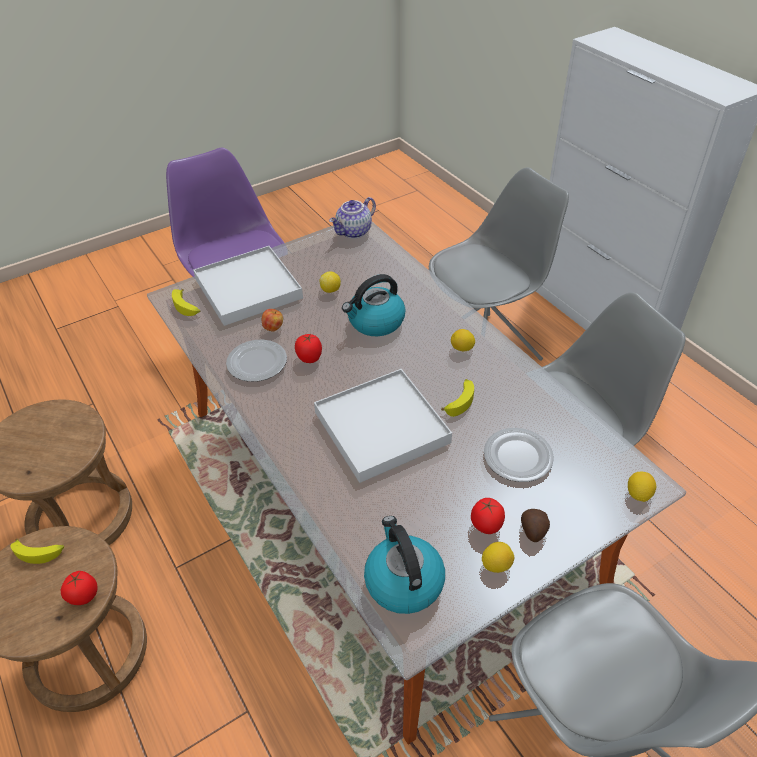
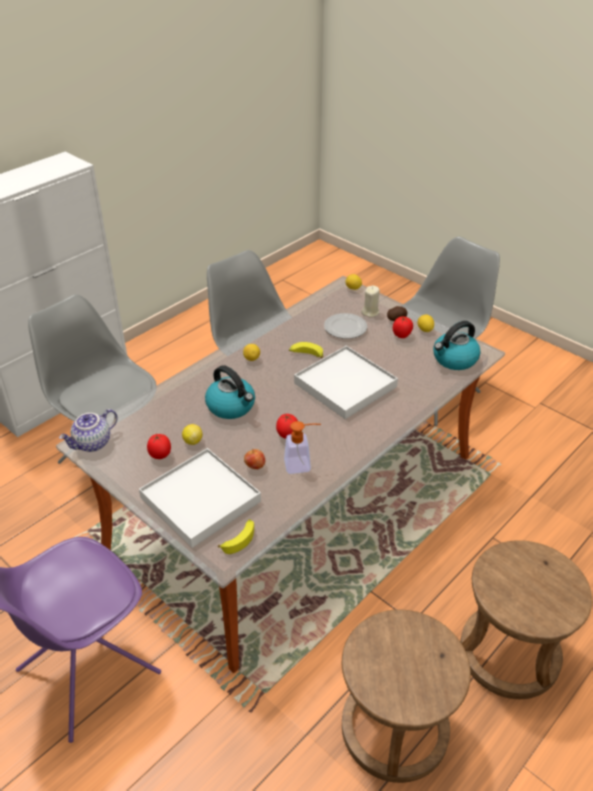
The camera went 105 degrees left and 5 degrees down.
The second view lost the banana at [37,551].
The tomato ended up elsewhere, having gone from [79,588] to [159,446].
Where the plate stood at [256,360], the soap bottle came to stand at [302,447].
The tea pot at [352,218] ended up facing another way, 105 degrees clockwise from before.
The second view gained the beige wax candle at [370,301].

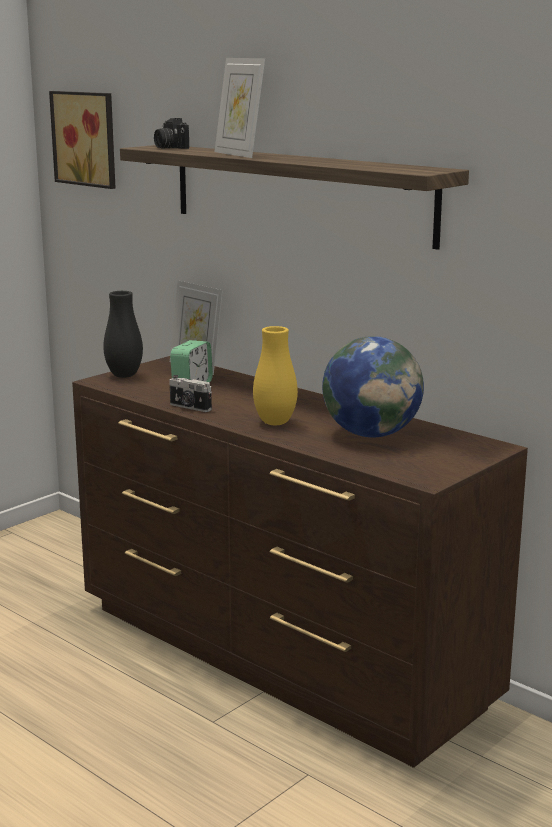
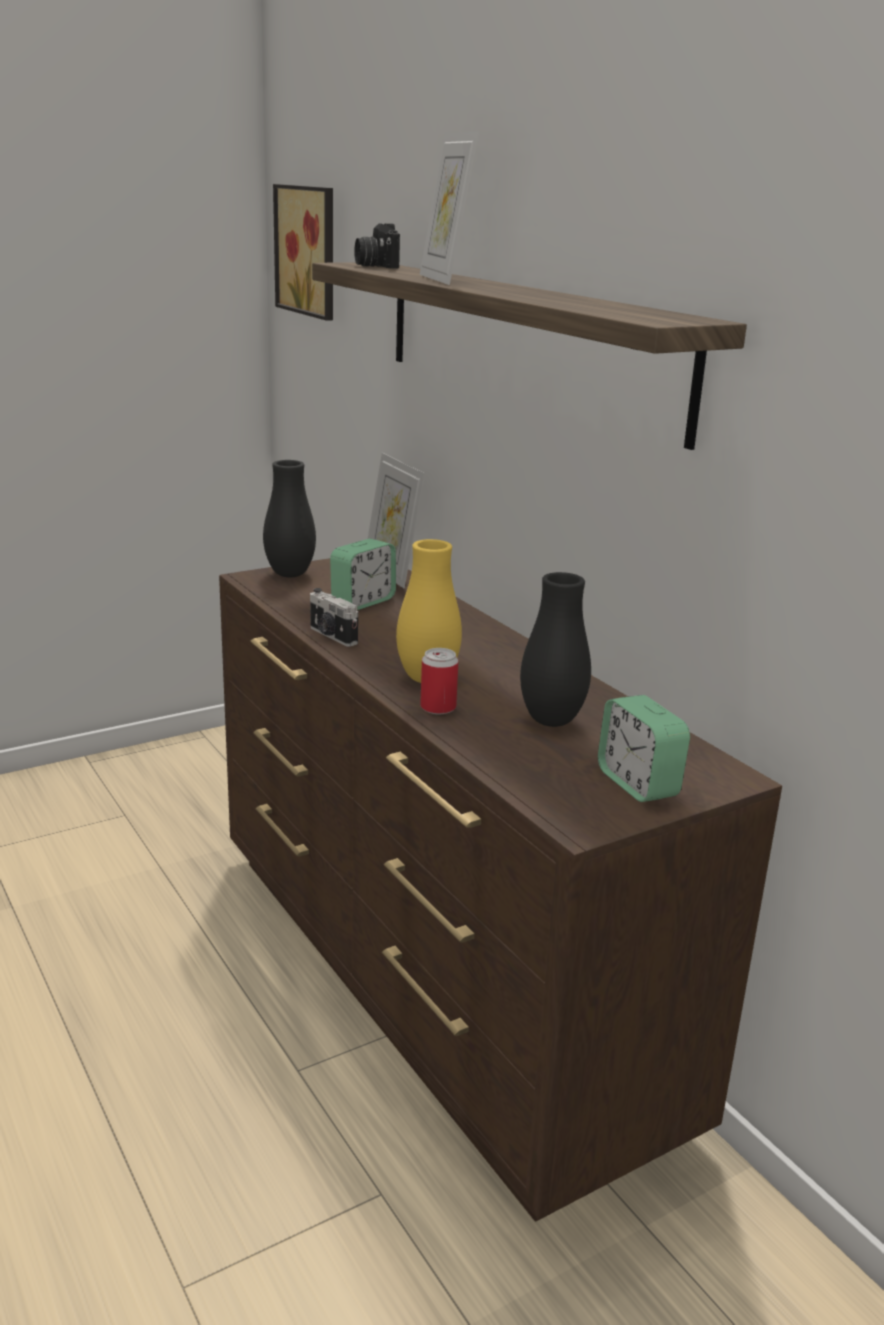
The camera went 15 degrees right and 5 degrees up.
Where the world globe stood at [373,386], the black flower vase came to stand at [555,649].
The second view gained the sealed can at [439,681].
The second view gained the table clock at [644,748].

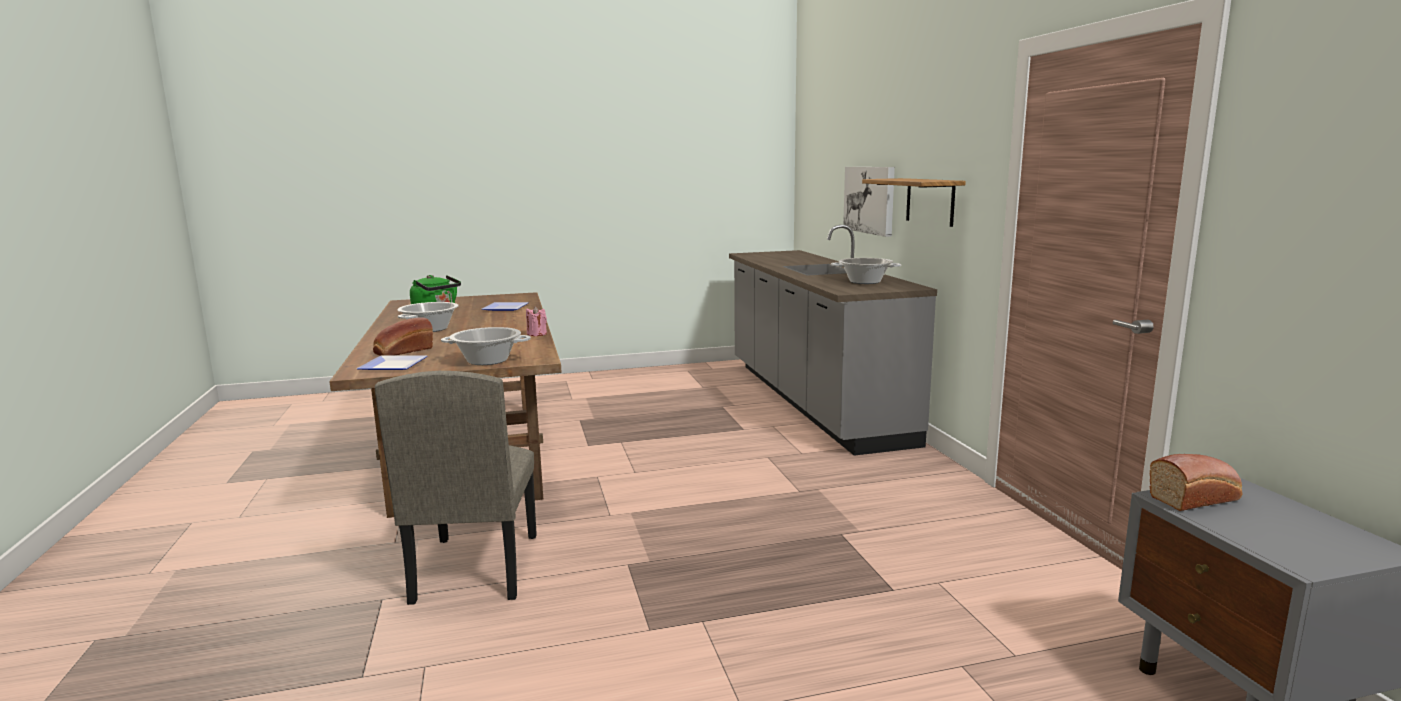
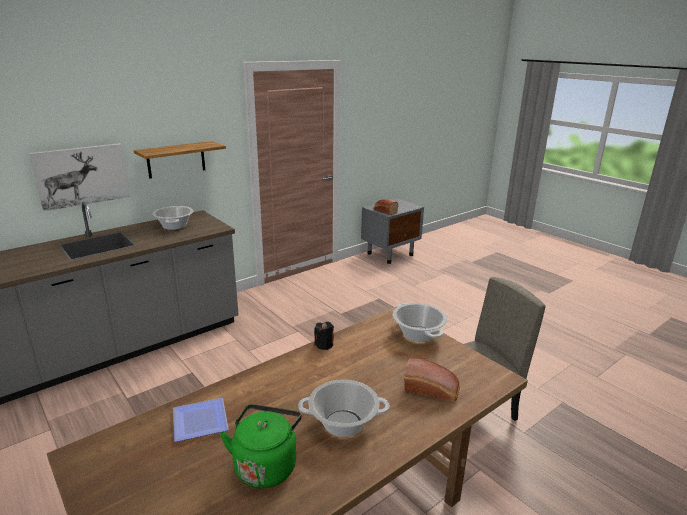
The camera went 115 degrees left and 10 degrees up.
The second view lost the plate at [392,363].
What was the pinkish wax candle at [536,321] turned into the black wax candle at [324,336].

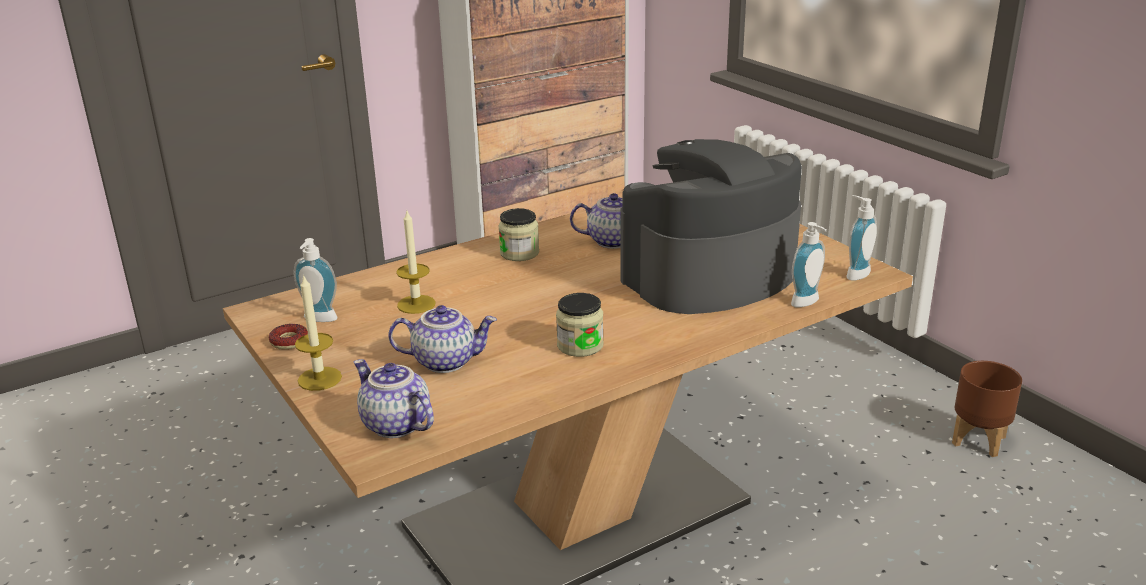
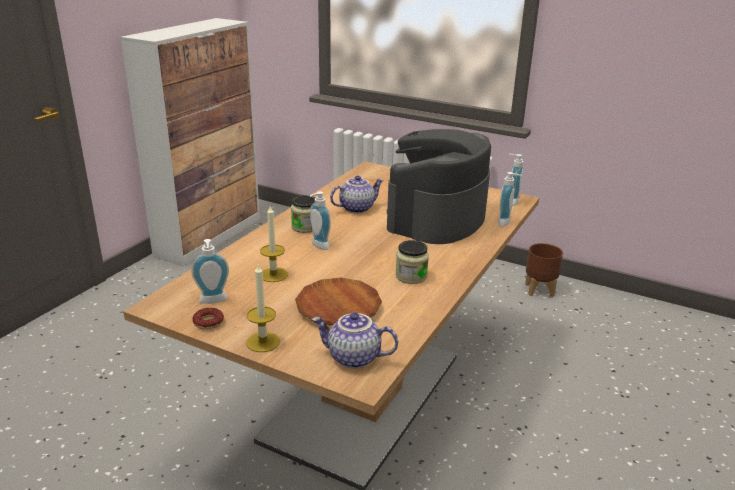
The camera went 30 degrees left and 0 degrees up.
Where the tea pot stood at [442,339], the brownish plate came to stand at [338,302].
The second view gained the soap bottle at [320,220].

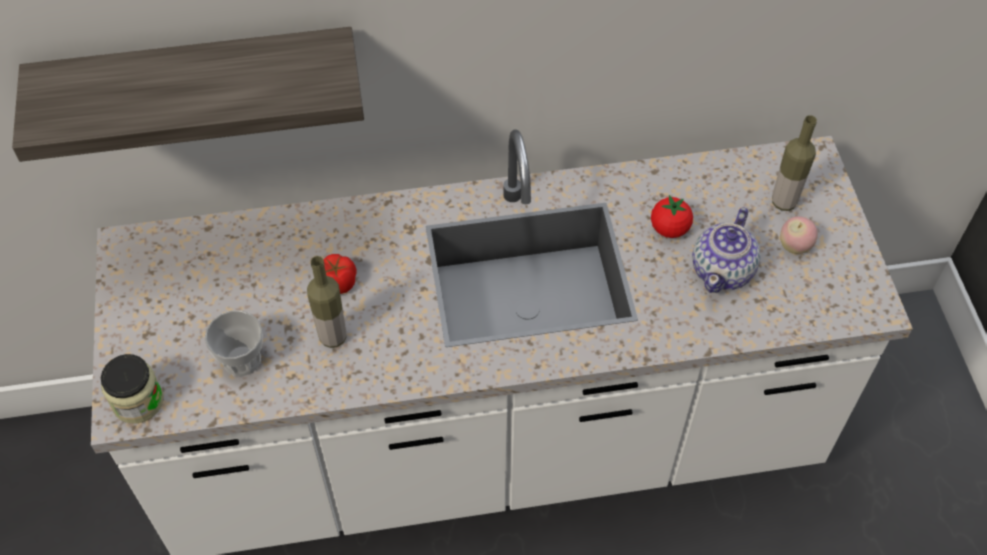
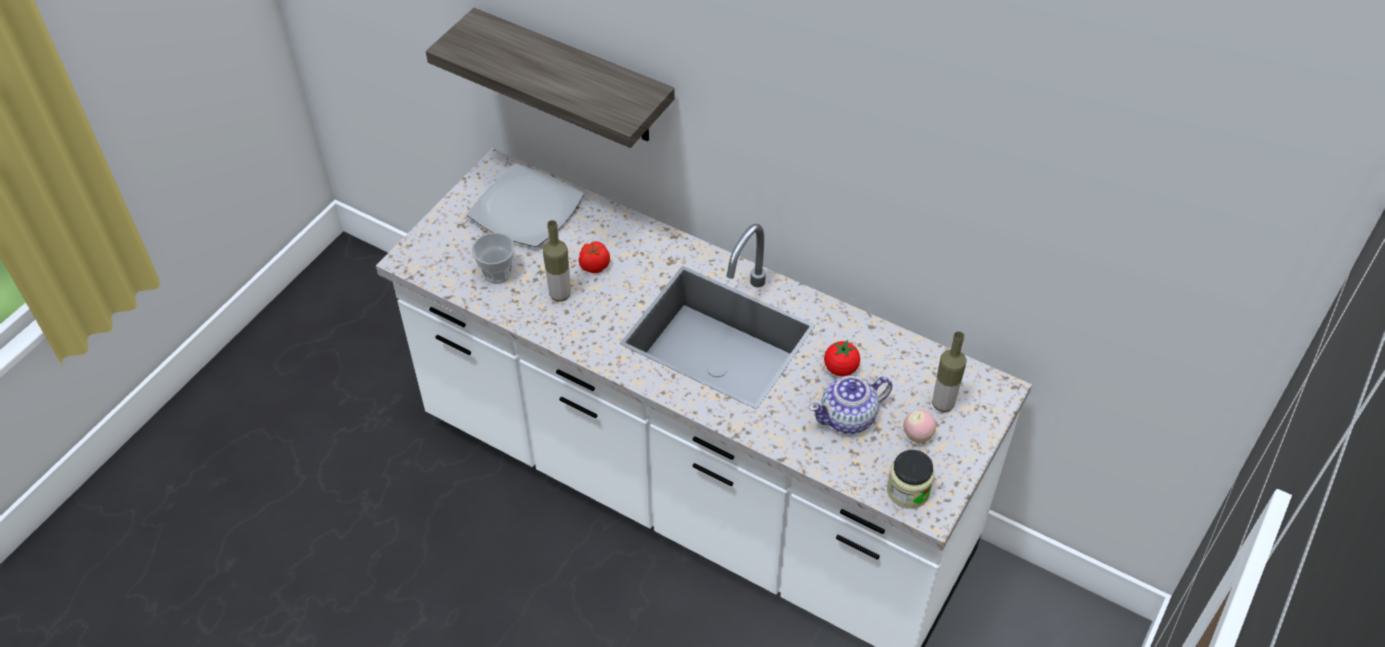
The camera went 40 degrees right and 5 degrees down.
The preserve jar ended up elsewhere, having gone from [132,389] to [910,479].
The second view gained the plate at [525,205].

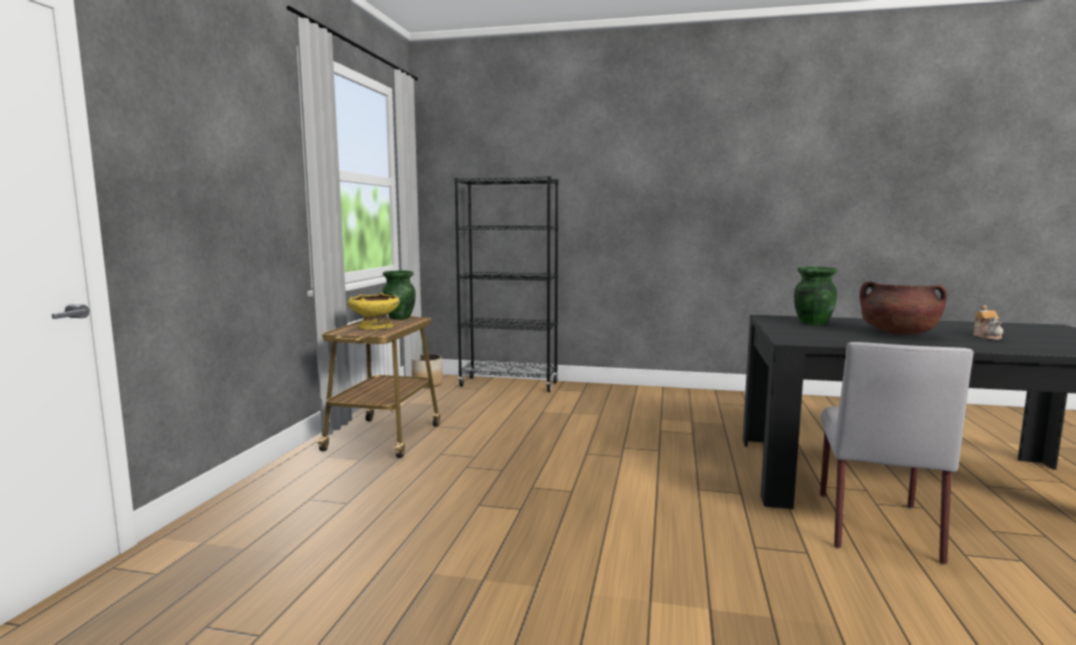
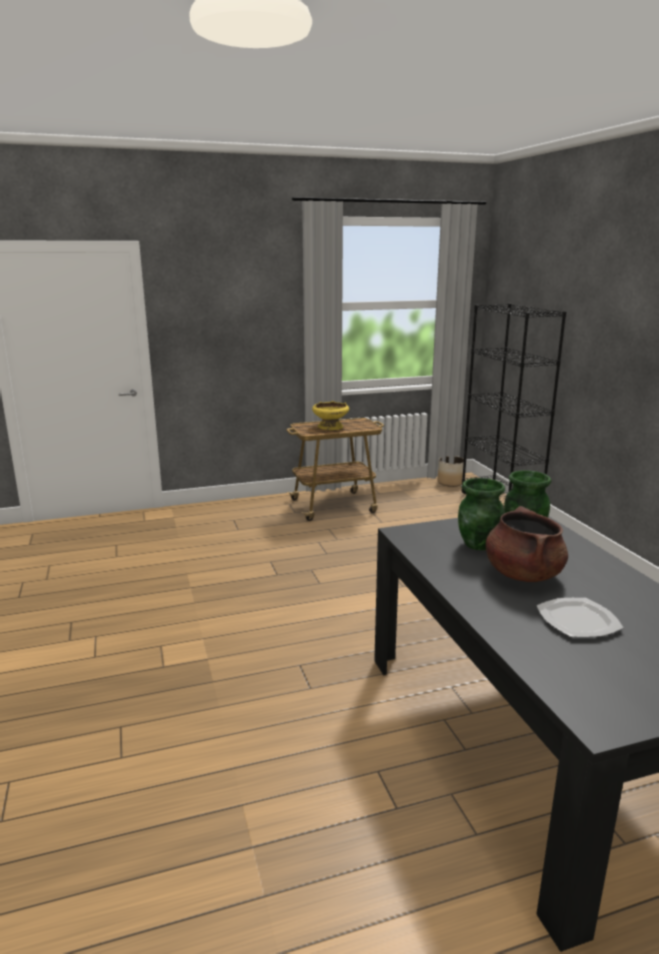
The camera went 60 degrees right and 10 degrees up.
The green flower vase ended up elsewhere, having gone from [399,295] to [481,514].
The second view lost the gray upright chair at [896,453].
Where the tea pot stood at [988,322], the plate came to stand at [580,617].

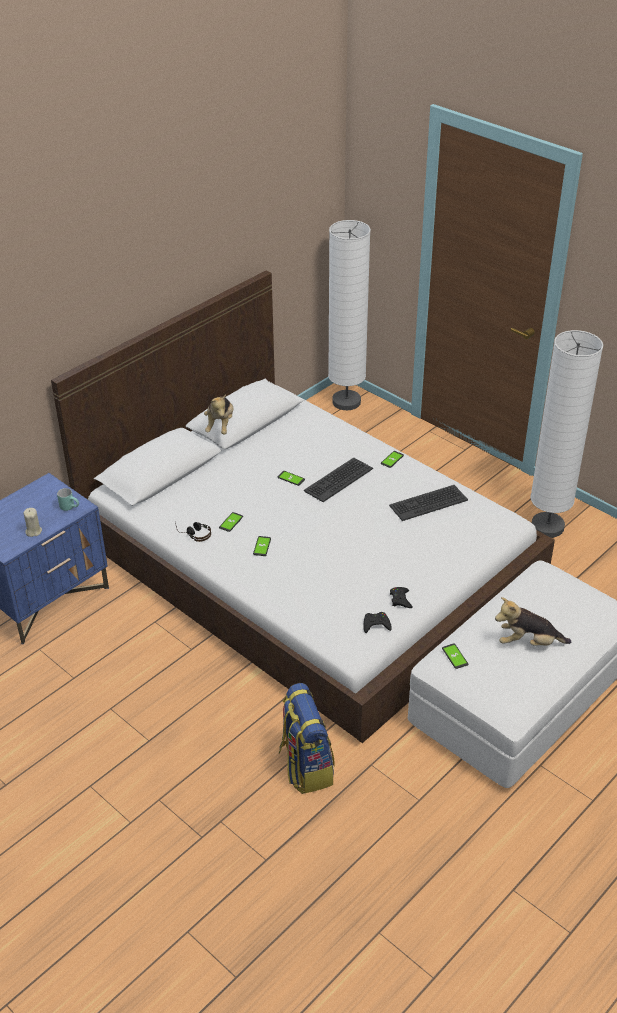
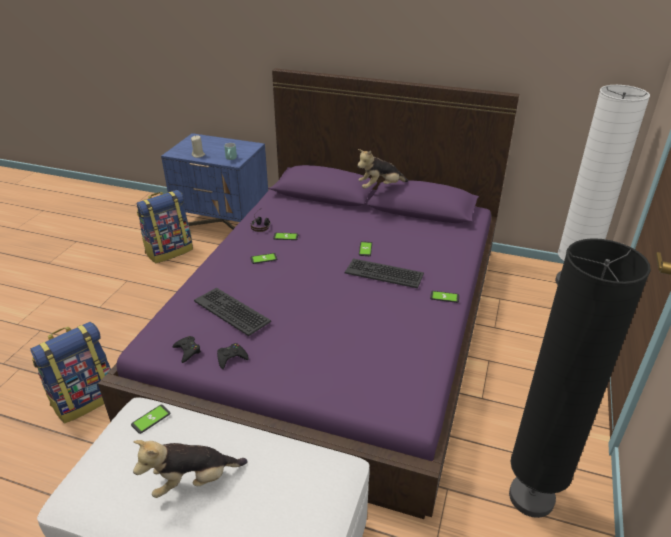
The camera went 65 degrees right and 5 degrees down.
What was the whitish bed at [303,506] turned into the purple bed at [308,293].
The keyboard ended up elsewhere, having gone from [428,503] to [232,312].
The plush toy at [533,621] ended up facing another way, 90 degrees counterclockwise from before.
What was the whitish standing lamp at [566,434] turned into the black standing lamp at [580,378].
The second view gained the rucksack at [165,226].

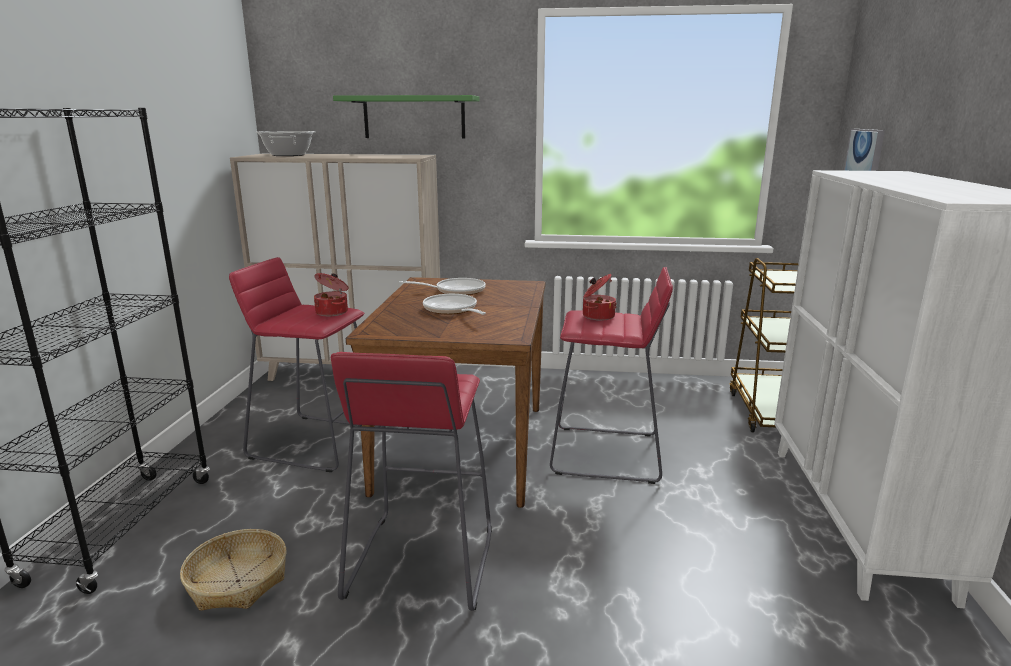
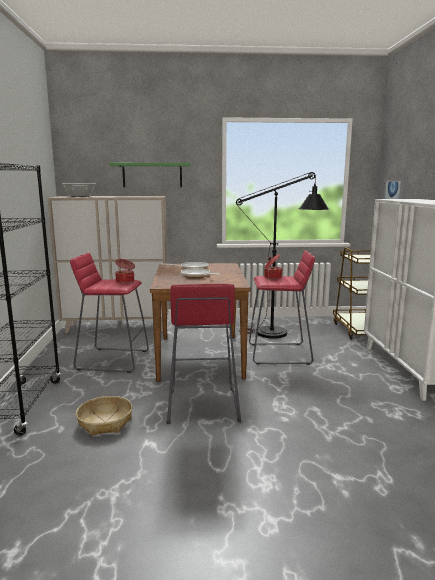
The camera went 10 degrees left and 5 degrees down.
The second view gained the black standing lamp at [282,255].

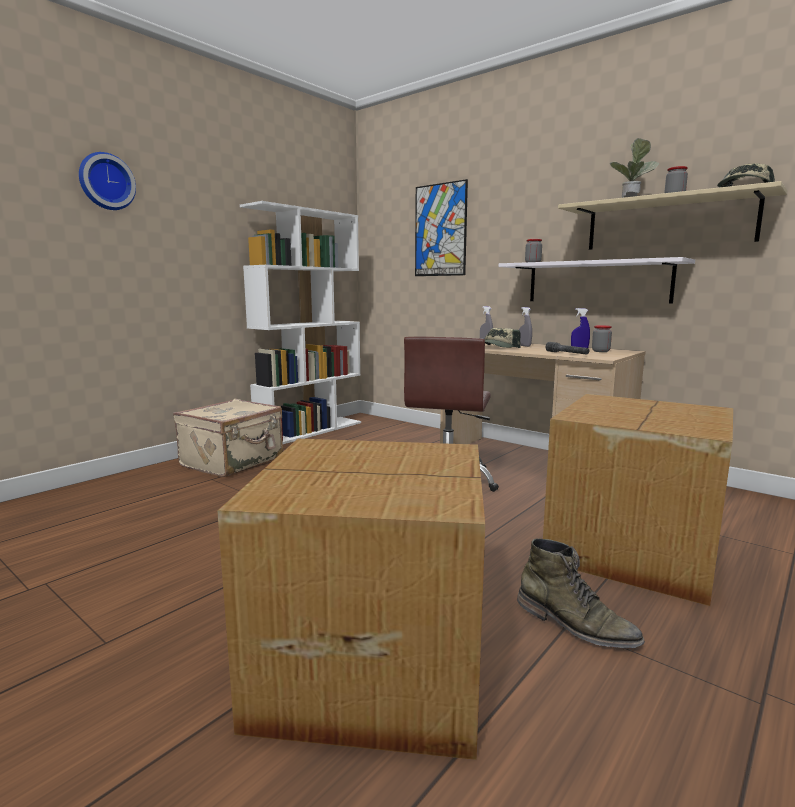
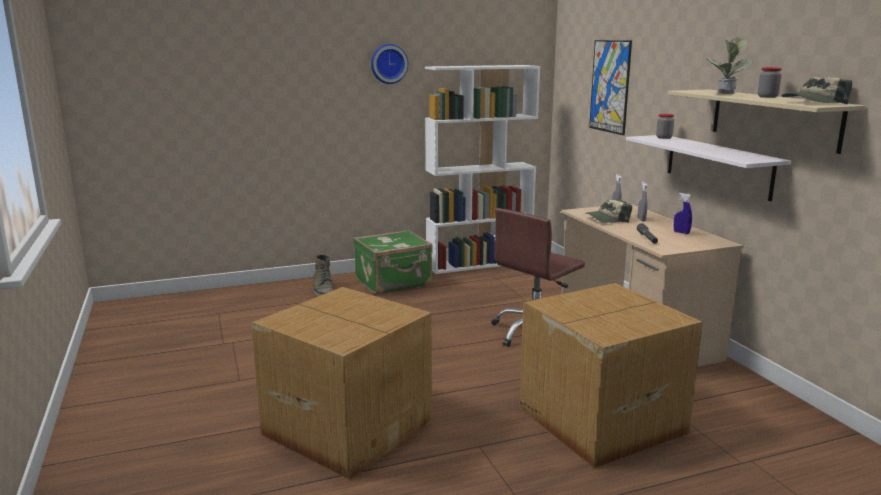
The camera went 30 degrees right and 5 degrees up.
The clock on the wall ended up elsewhere, having gone from [107,181] to [389,64].
What was the beige suitcase at [228,438] turned into the green suitcase at [393,262].
The green boot ended up elsewhere, having gone from [581,593] to [323,275].
The second view lost the preserve jar at [602,338].

